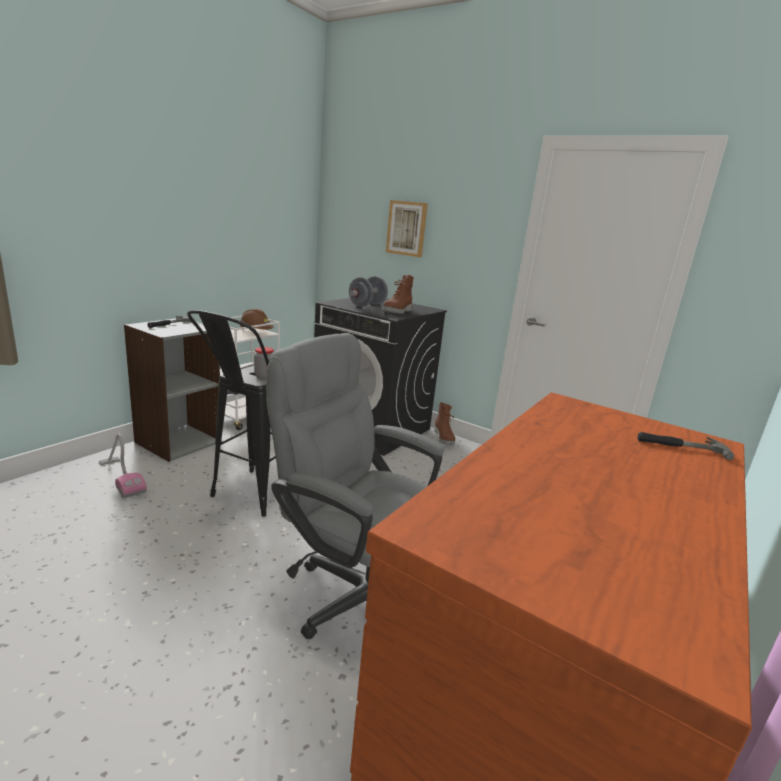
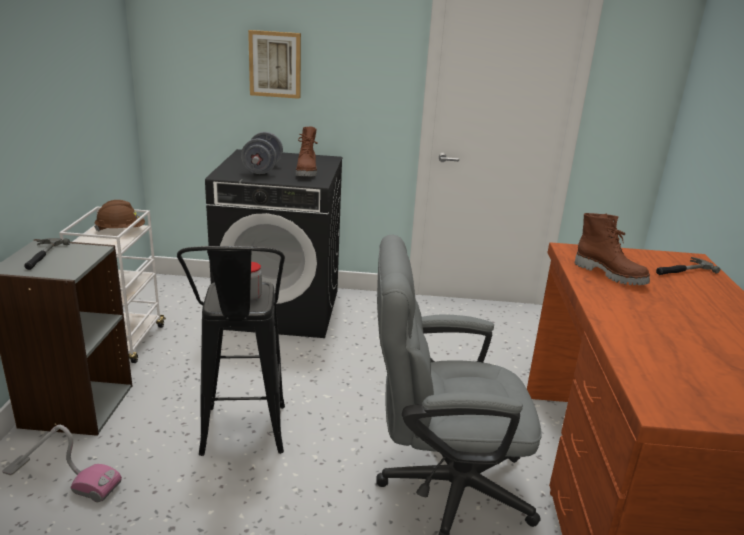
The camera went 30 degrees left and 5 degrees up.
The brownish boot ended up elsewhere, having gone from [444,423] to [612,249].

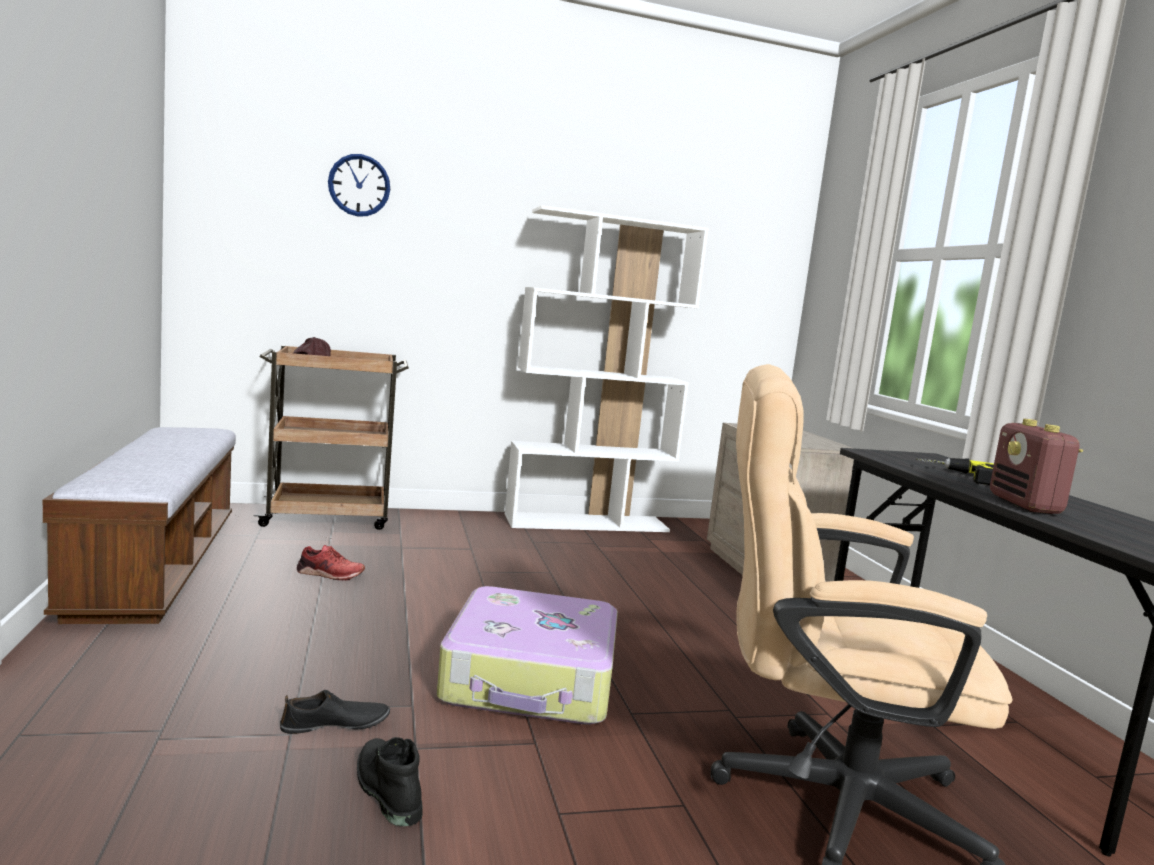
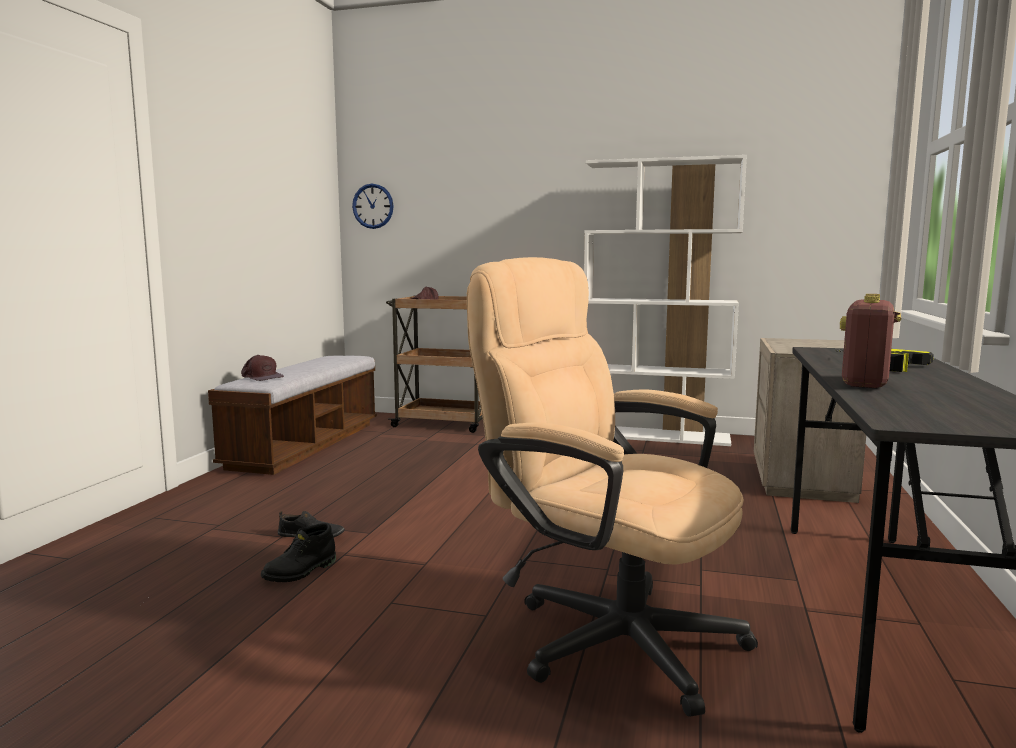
The camera went 30 degrees right and 0 degrees up.
The second view lost the reddish shoe at [331,562].
The clock on the wall ended up elsewhere, having gone from [359,185] to [373,206].
The black boot at [390,781] ended up facing another way, 135 degrees counterclockwise from before.
The second view lost the suitcase at [527,655].
The second view gained the brownish baseball cap at [262,368].

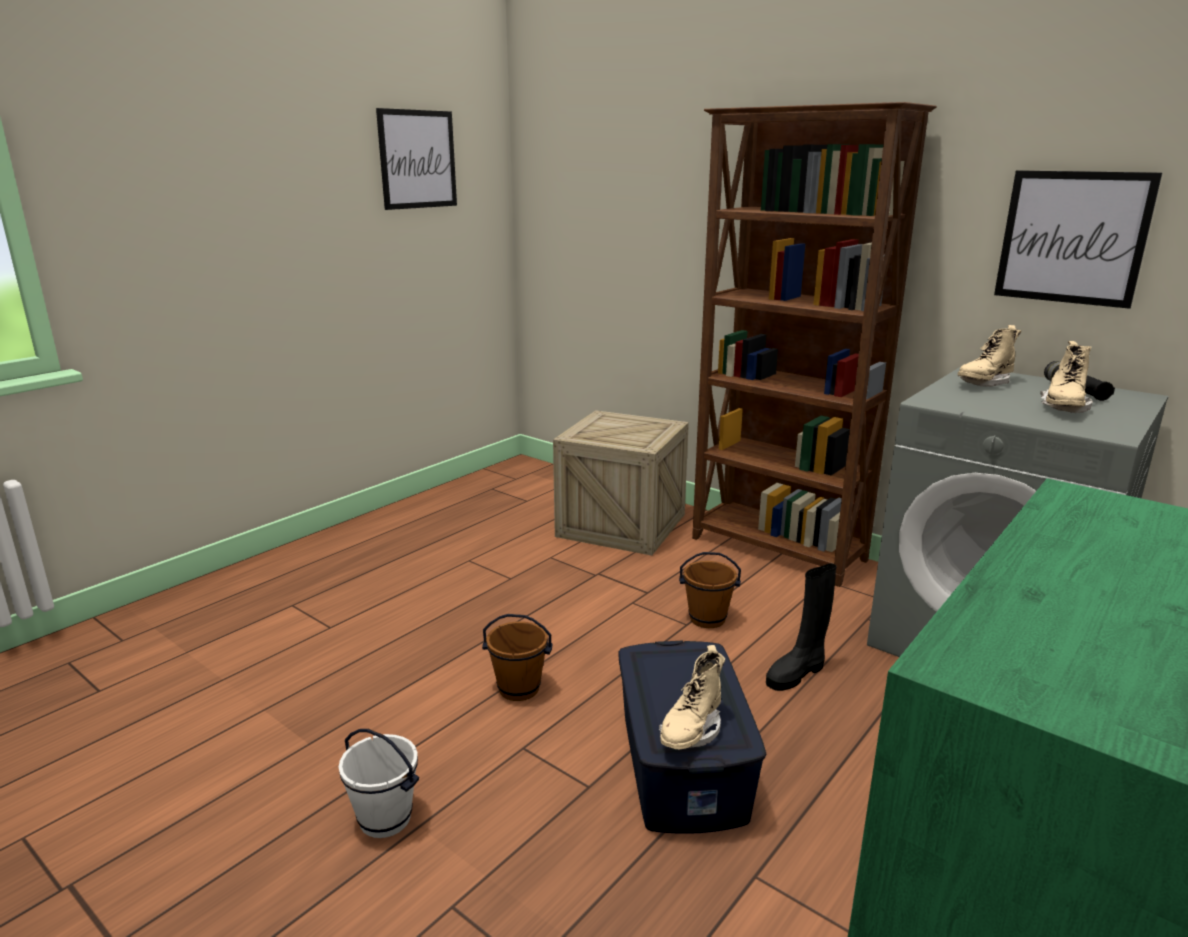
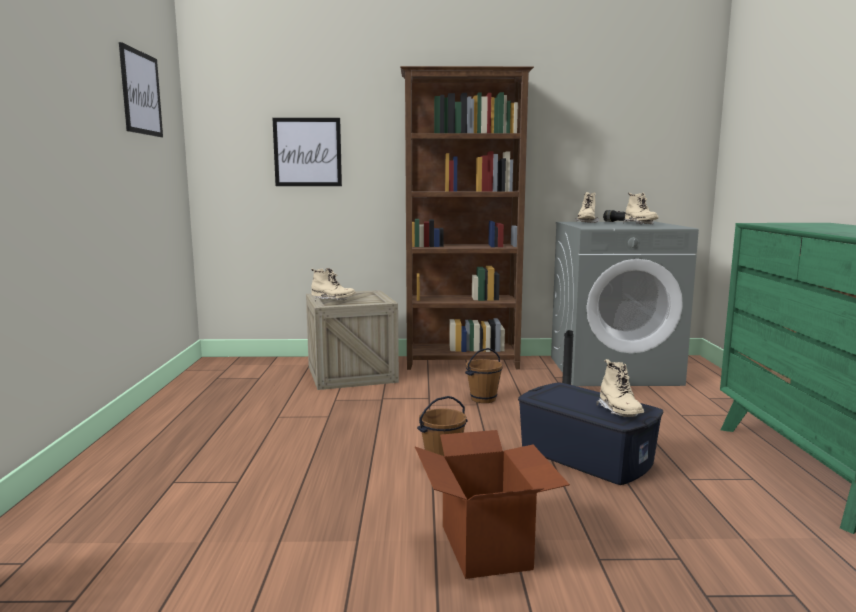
The camera went 40 degrees left and 10 degrees down.
Where the whitish water bucket stood at [378,783], the cardboard box came to stand at [492,504].
The wall picture ended up elsewhere, having gone from [1078,239] to [307,152].
The second view gained the beige boot at [333,284].

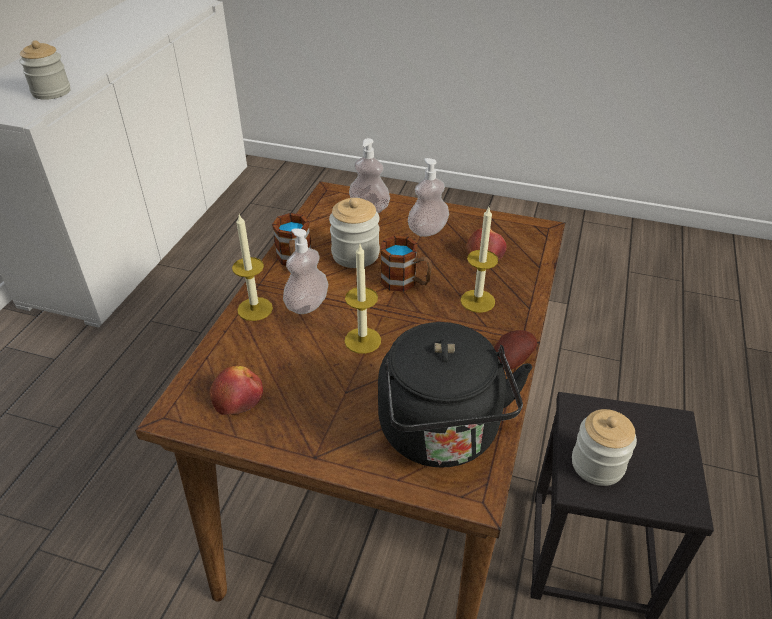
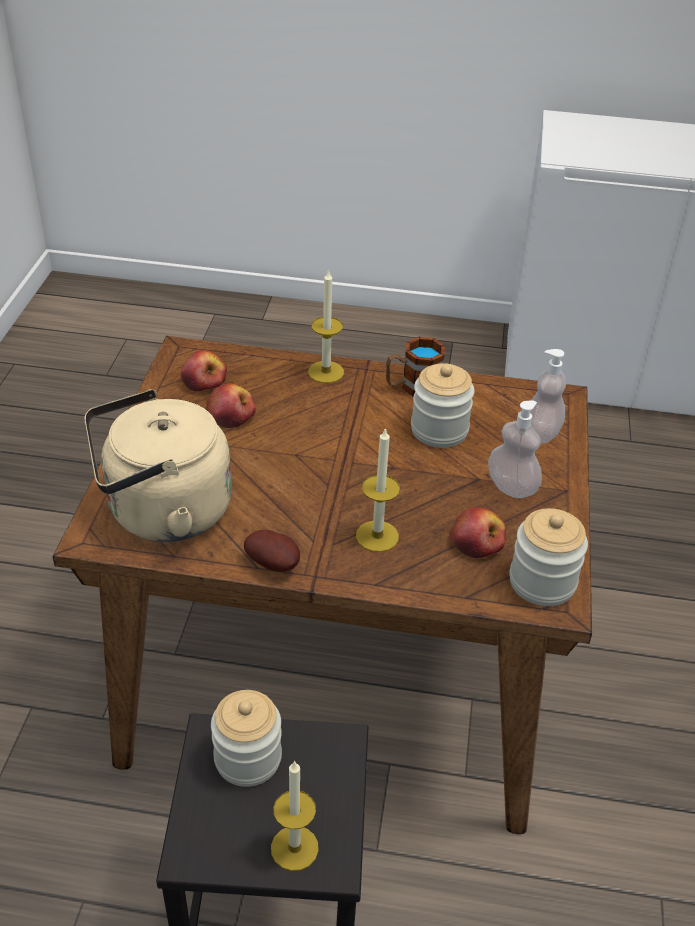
The camera went 80 degrees right and 0 degrees up.
The preserve jar ended up elsewhere, having gone from [45,70] to [548,557].
The second view lost the soap bottle at [305,271].
The wax candle ended up elsewhere, having gone from [363,299] to [295,816].
What was the black kettle at [455,394] turned into the beige kettle at [158,465].
The second view lost the coffee mug at [406,264].
The second view gained the apple fruit at [231,406].

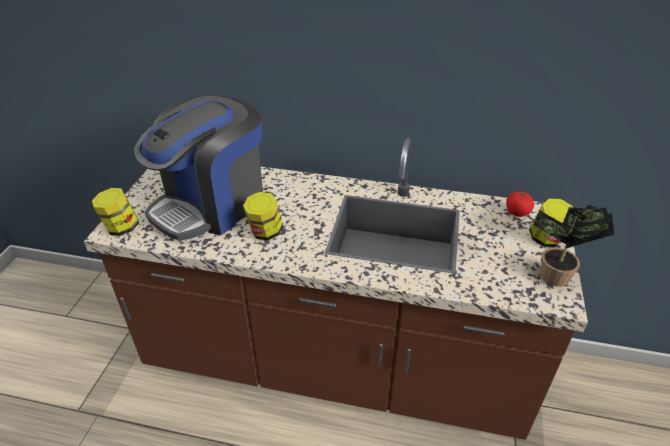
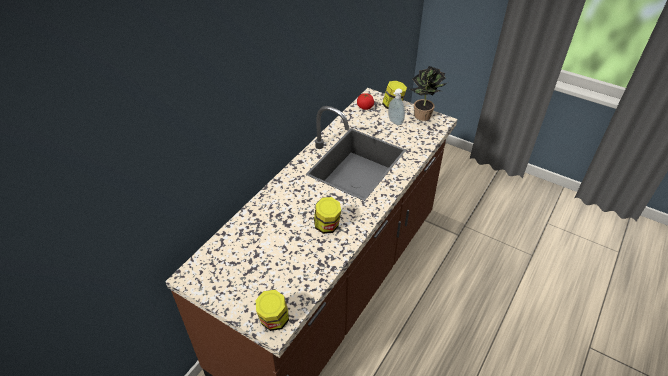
The camera went 70 degrees left and 5 degrees up.
The second view lost the coffee brewer at [198,167].
The second view gained the soap bottle at [396,107].

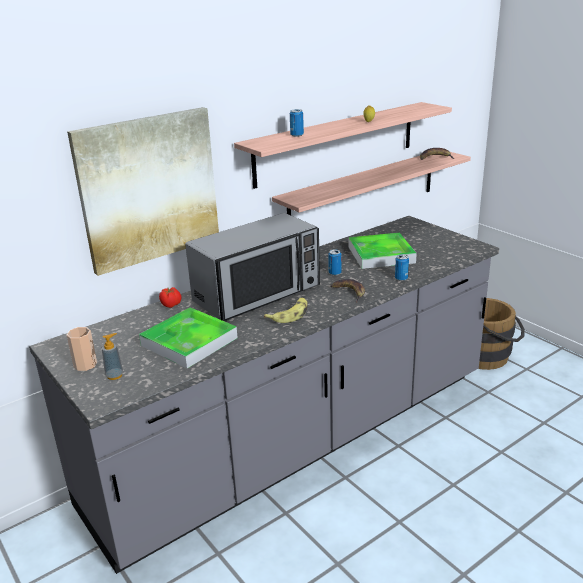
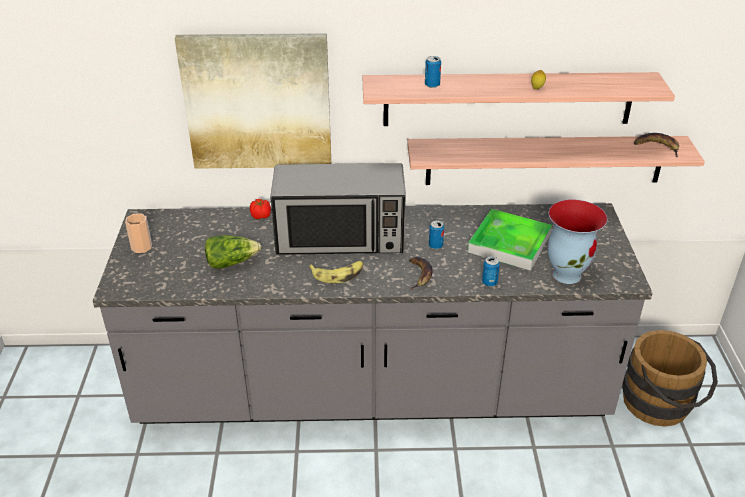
The camera went 35 degrees right and 10 degrees up.
The second view lost the soap bottle at [112,356].
Where the tray stood at [188,337], the lettuce head came to stand at [233,252].
The second view gained the flower vase at [577,241].

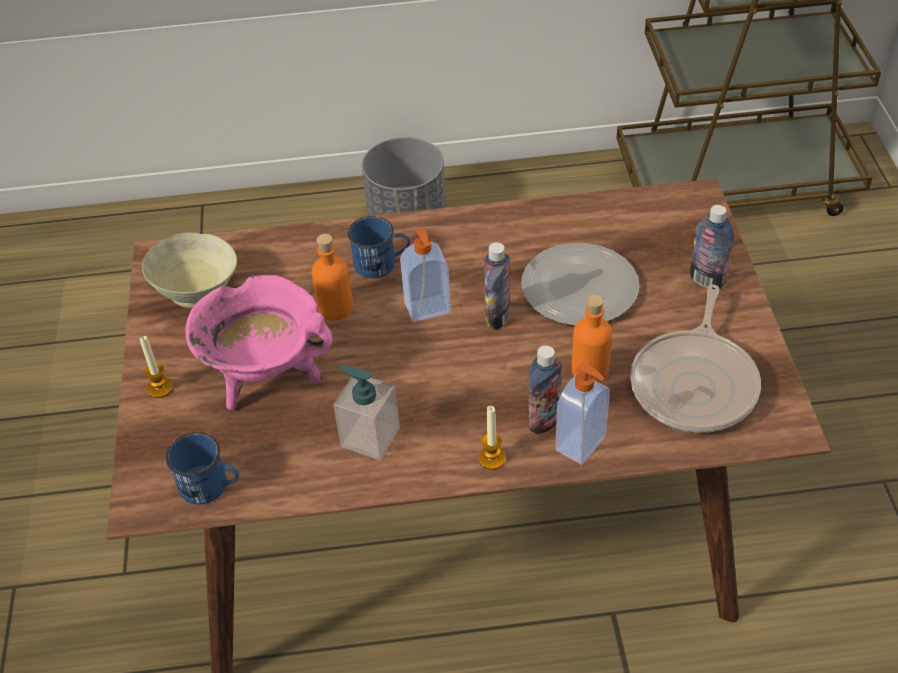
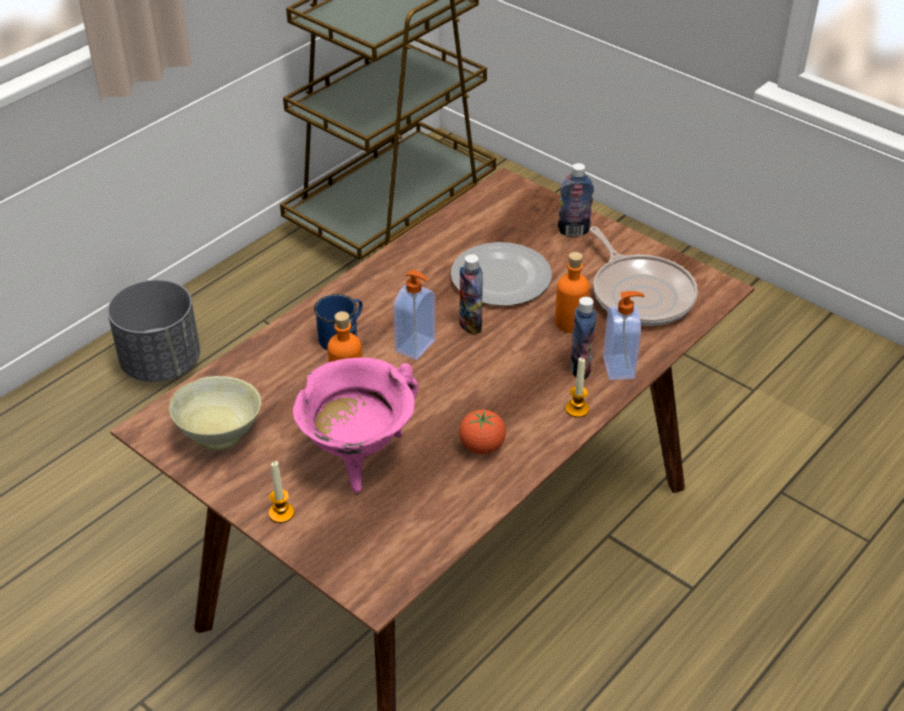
The camera went 45 degrees left and 5 degrees down.
The second view lost the blue coffee mug at [202,468].
Where the soap bottle stood at [367,412], the tomato came to stand at [482,432].

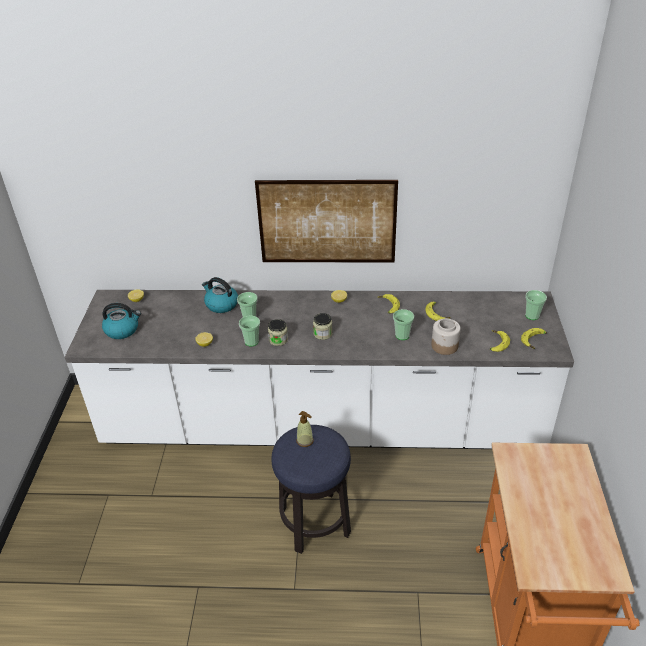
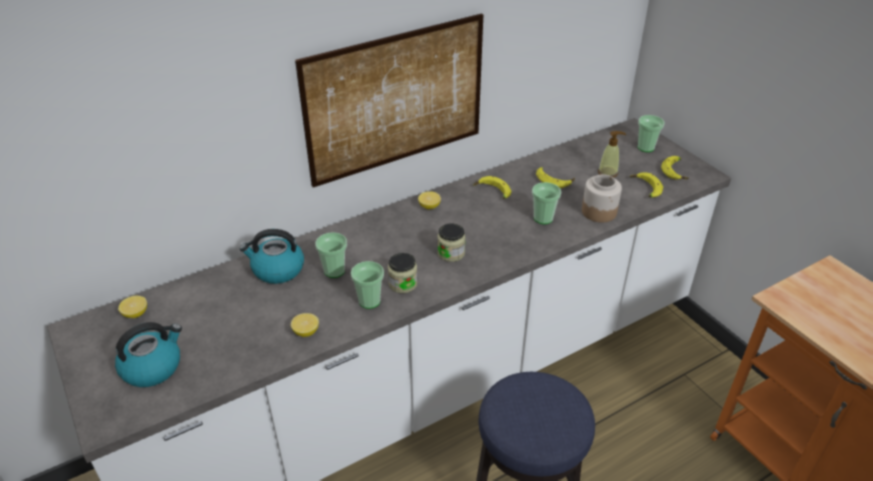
The camera went 35 degrees left and 0 degrees up.
The soap bottle ended up elsewhere, having gone from [305,429] to [612,154].

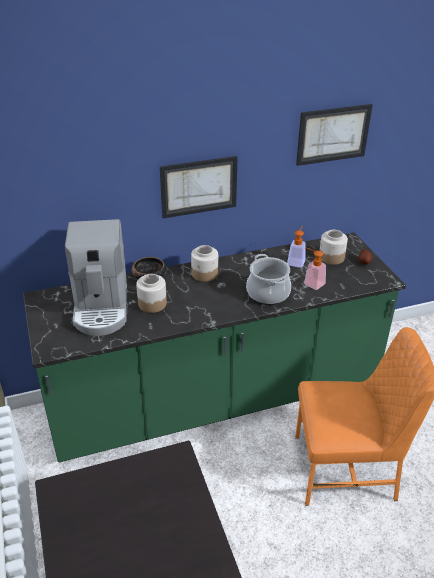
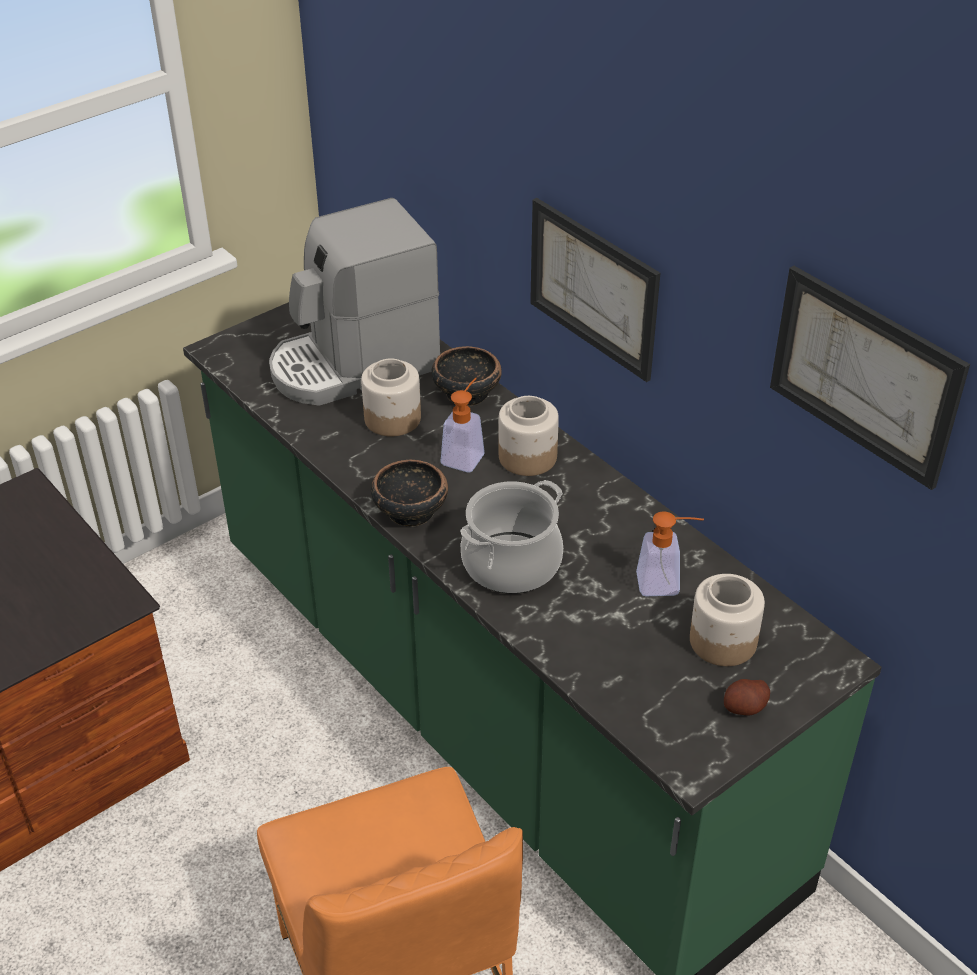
The camera went 70 degrees right and 5 degrees up.
The soap bottle ended up elsewhere, having gone from [315,268] to [462,425].
The second view gained the bowl at [409,493].

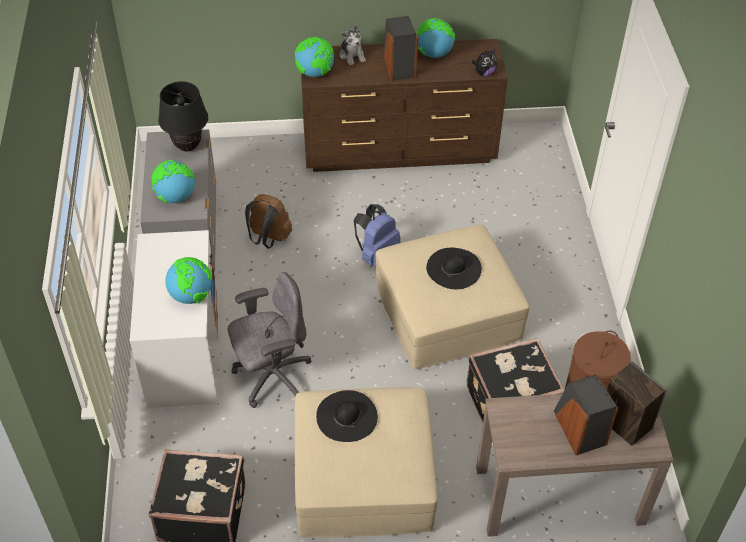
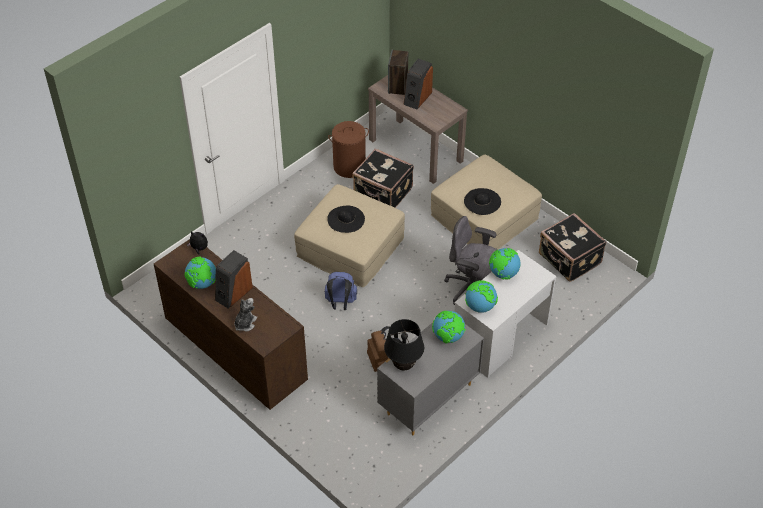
The camera went 130 degrees left and 0 degrees up.
The world globe ended up elsewhere, having gone from [314,57] to [481,296].

